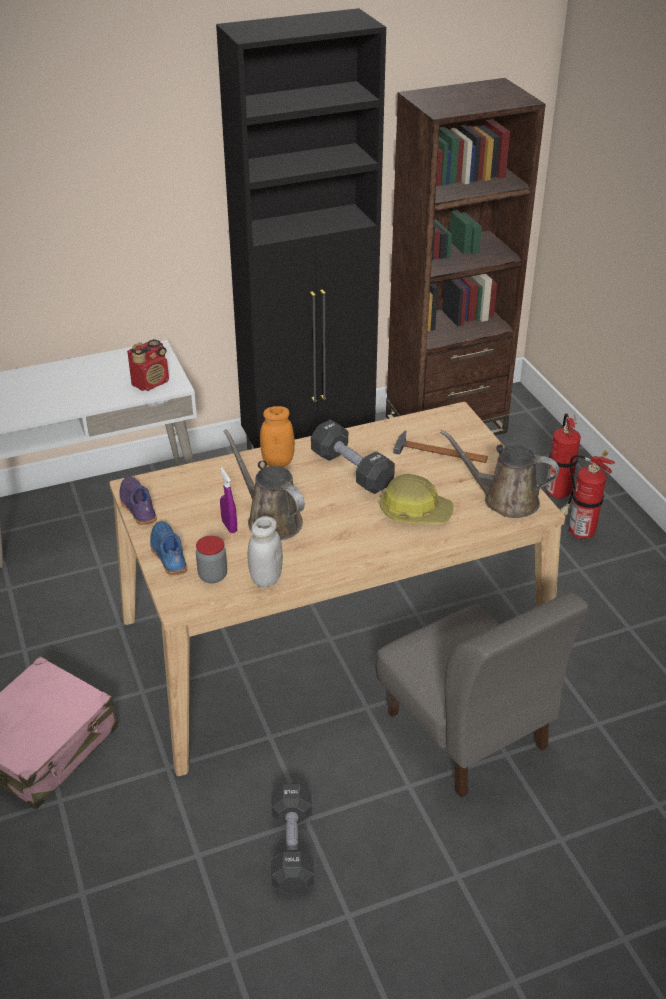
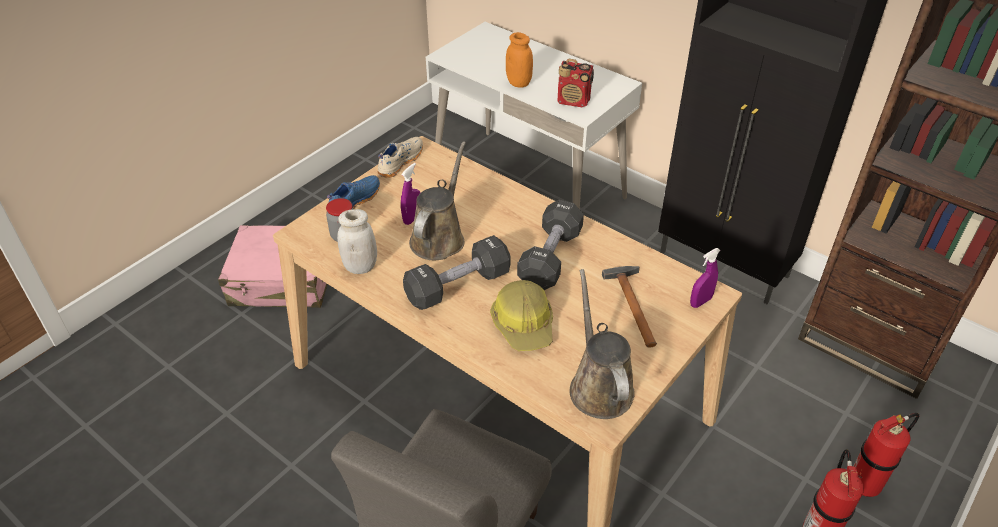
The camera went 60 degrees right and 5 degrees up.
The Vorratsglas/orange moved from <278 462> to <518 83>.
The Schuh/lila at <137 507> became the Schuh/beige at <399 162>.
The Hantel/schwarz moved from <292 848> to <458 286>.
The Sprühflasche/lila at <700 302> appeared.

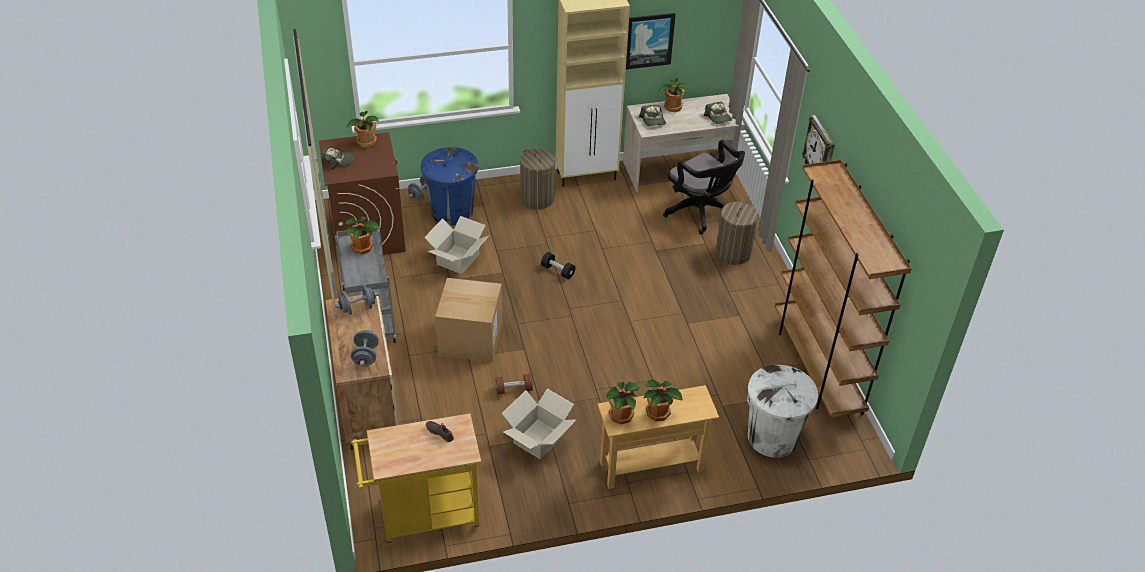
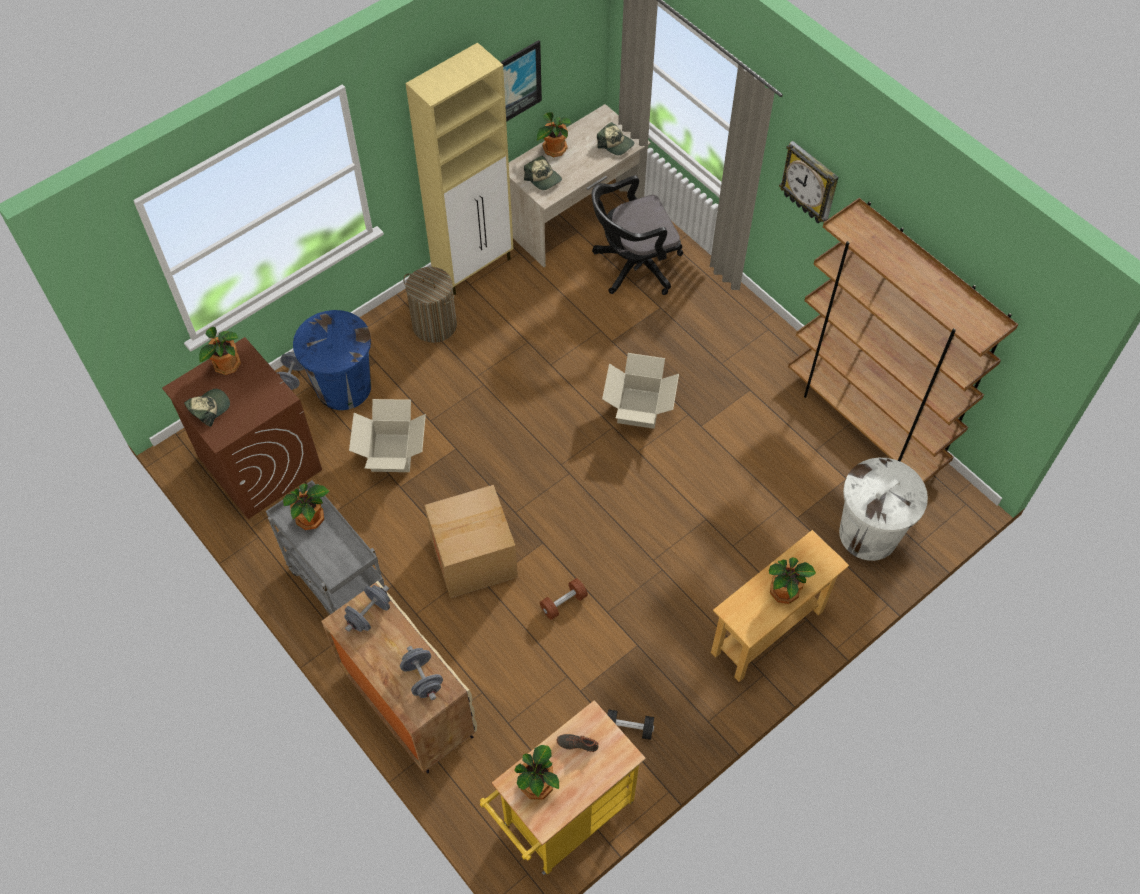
The camera went 25 degrees left and 15 degrees up.
The Bürostuhl/schwarz at <701 212> turned 135 degrees clockwise.
The Wäschekorb at <733 253> disappeared.
The Hantel/schwarz moved from <558 271> to <629 728>.
The Topfpflanze moved from <622 416> to <538 784>.
The Karton moved from <539 439> to <639 408>.

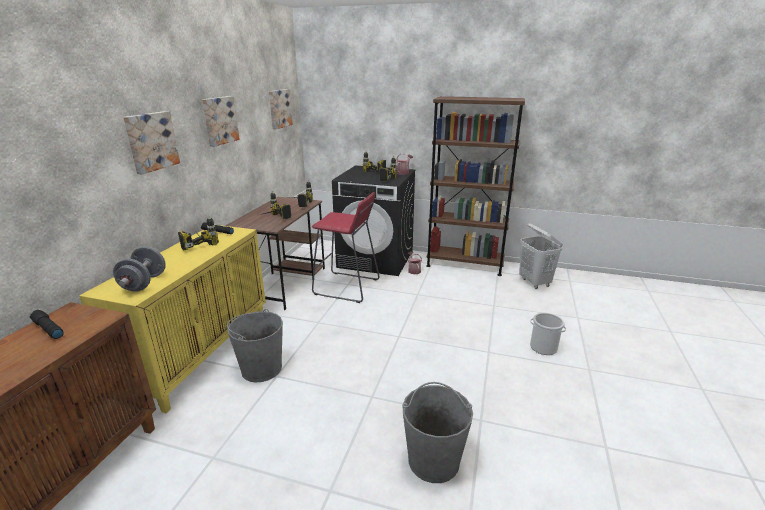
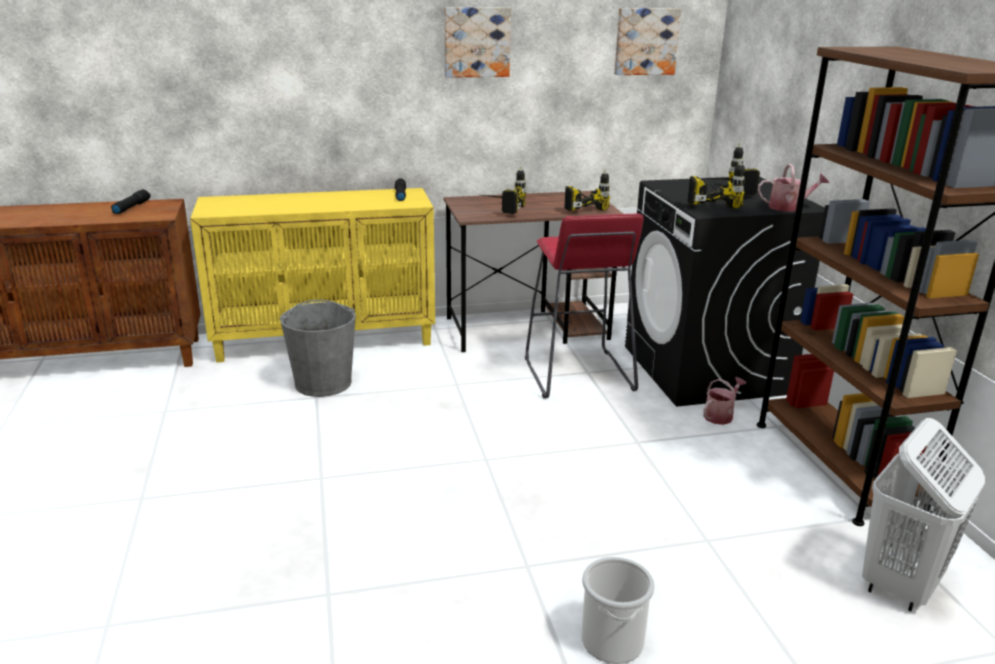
The camera went 60 degrees right and 0 degrees up.
The Bild at <151 141> disappeared.
The Bohrmaschine at <198 243> disappeared.
The Hantel/grau at <144 283> disappeared.
The Eimer/grau at <433 459> disappeared.

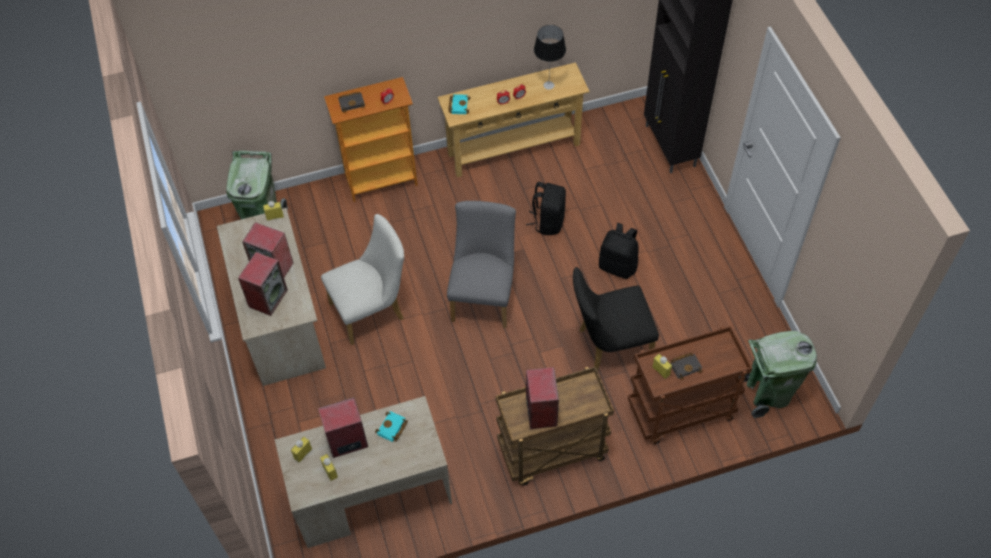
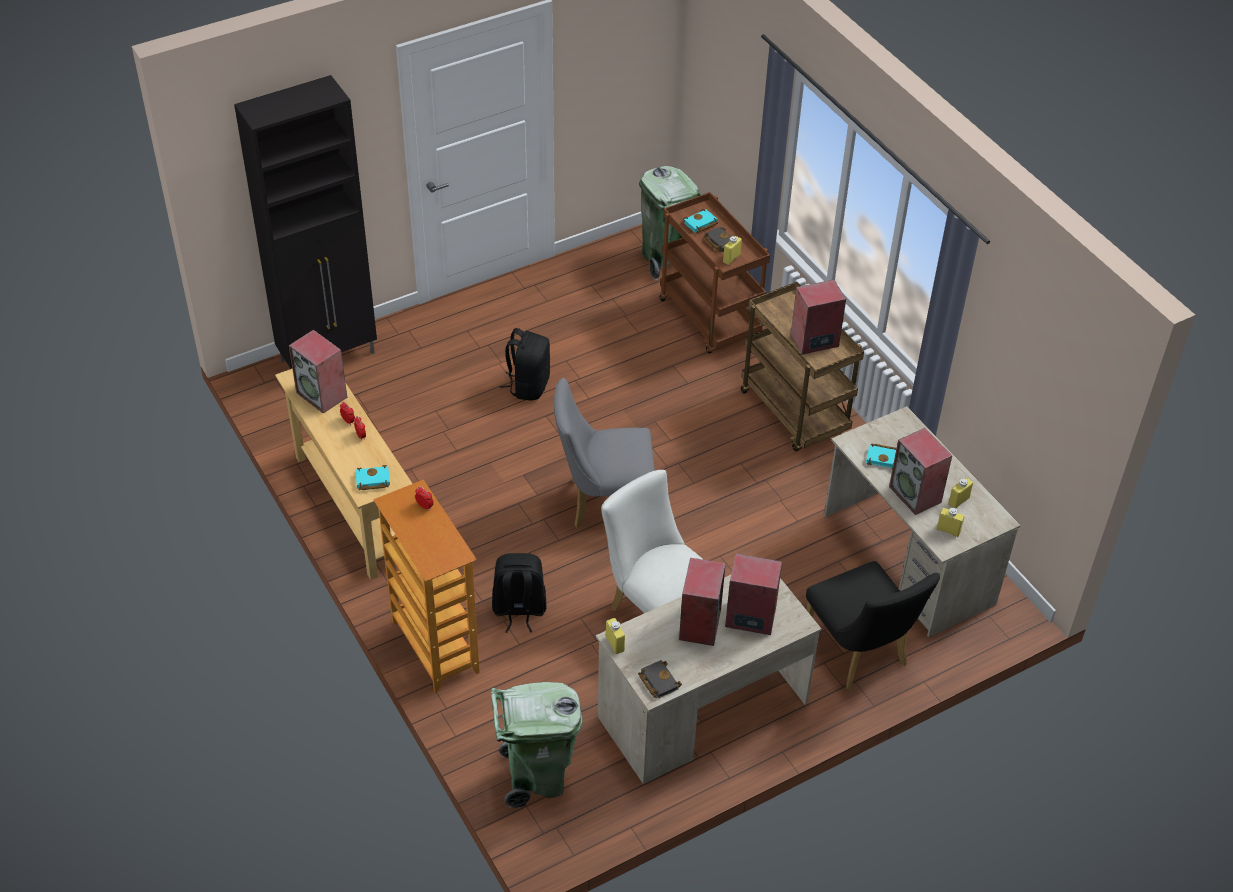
The camera went 105 degrees left and 10 degrees down.
The Tischlampe at <548 85> was replaced by the Lautsprecher at <322 395>.
The Buch/schwarz moved from <352 102> to <657 681>.
The Rucksack/schwarz moved from <548 221> to <518 610>.
The Stuhl/schwarz moved from <609 345> to <859 654>.
The Buch/türkis at <700 224> appeared.

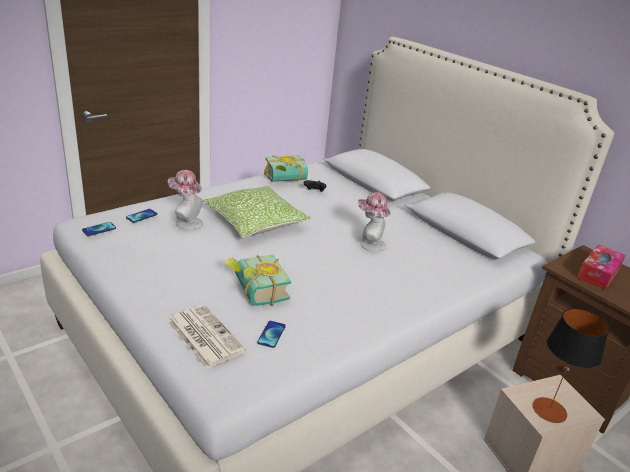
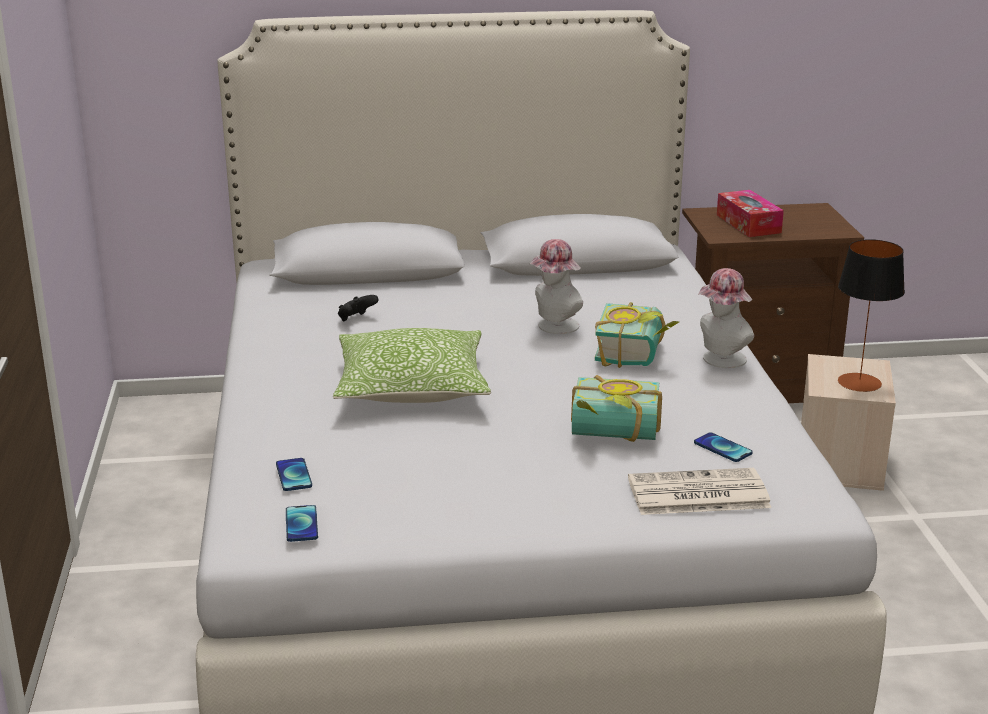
The camera went 55 degrees left and 5 degrees down.
The Buch moved from <286 180> to <637 354>.
The Hut moved from <186 223> to <720 360>.

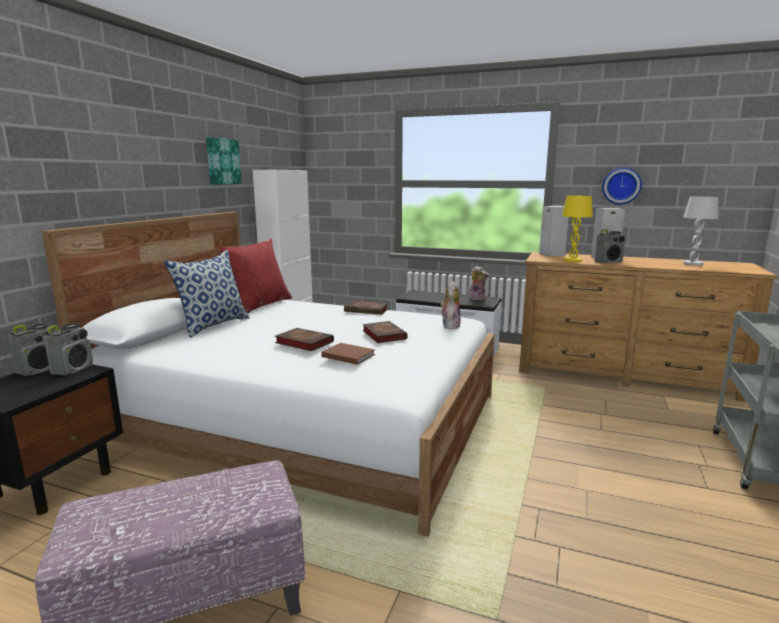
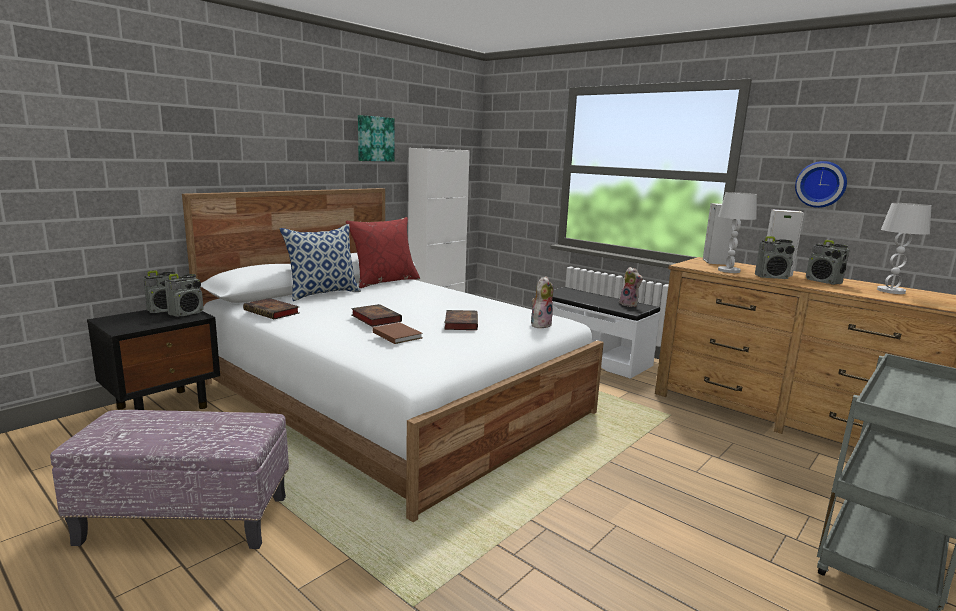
The camera went 20 degrees right and 0 degrees up.
The Tischlampe/gelb at <573 260> became the Tischlampe/weiß at <729 271>.
The Buch moved from <367 310> to <273 312>.
The Radio at <823 282> appeared.

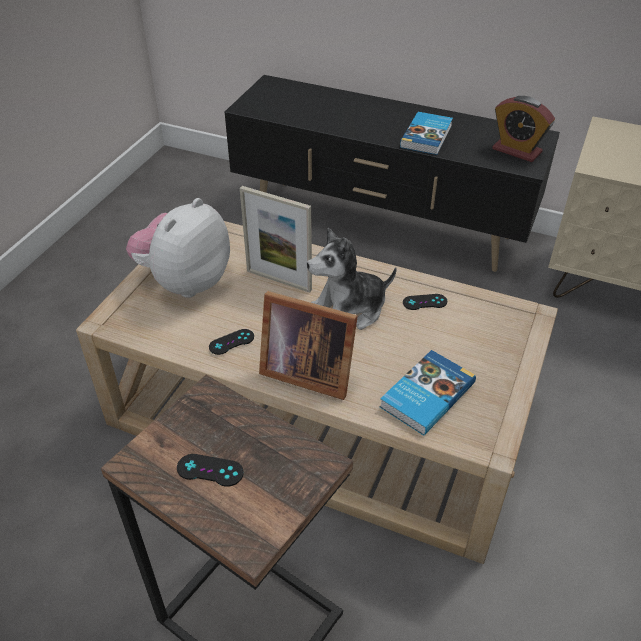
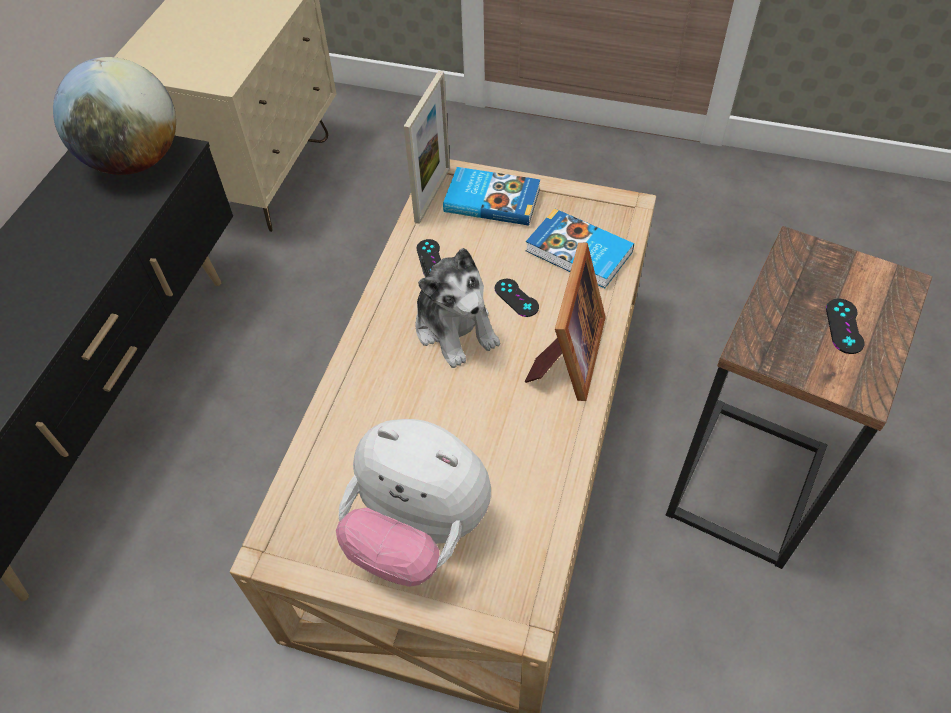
The camera went 95 degrees left and 10 degrees up.
The Wecker at <516 151> was replaced by the Globus at <135 160>.
The Buch moved from <427 136> to <491 199>.
The Bilderrahmen moved from <279 280> to <432 195>.
The Gamepad/schwarz moved from <231 342> to <516 298>.

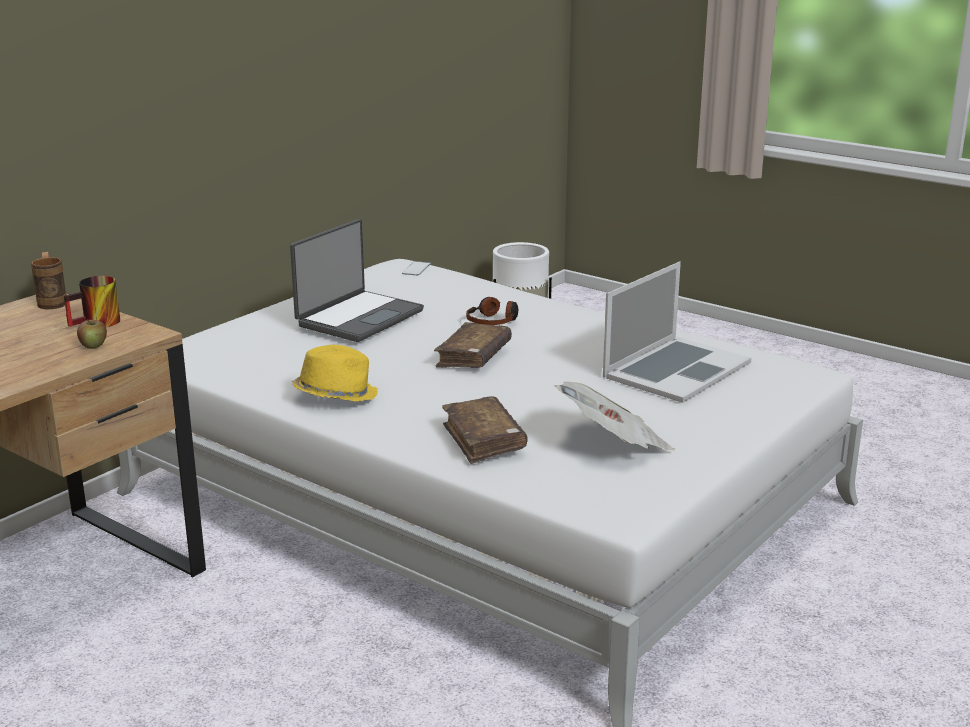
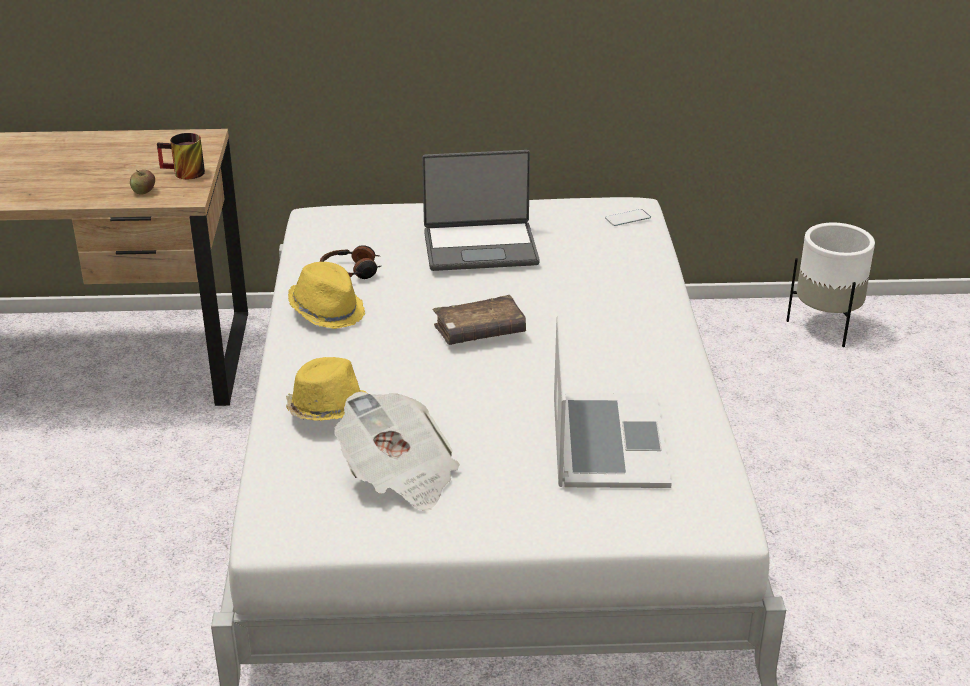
The camera went 50 degrees right and 10 degrees up.
The Henkelbecher/braun at <52 302> disappeared.
The Laptop at <676 369> turned 90 degrees counterclockwise.
The Kopfhörer moved from <493 321> to <351 272>.
The Buch/braun at <483 440> was replaced by the Hut/gelb at <327 410>.

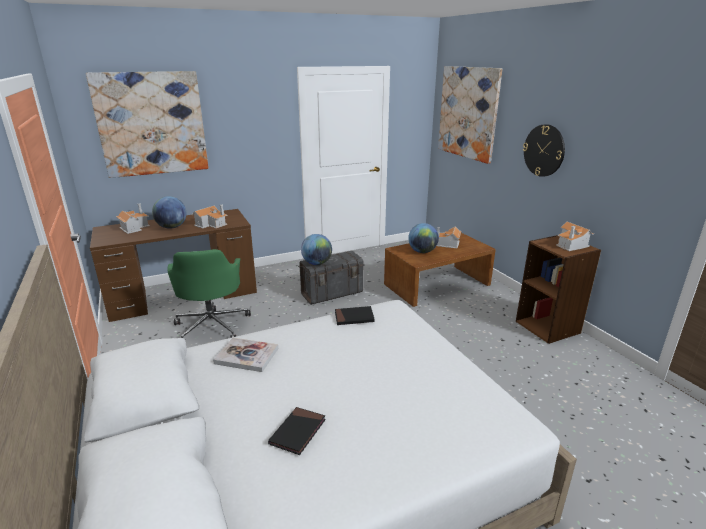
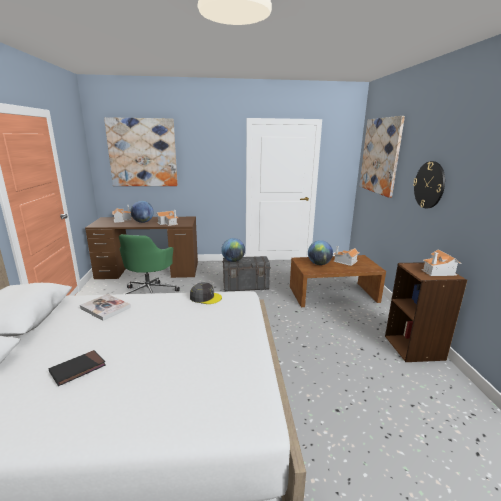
The camera went 20 degrees right and 5 degrees down.
The Buch/schwarz at <354 317> was replaced by the Kappe/grau at <205 297>.

